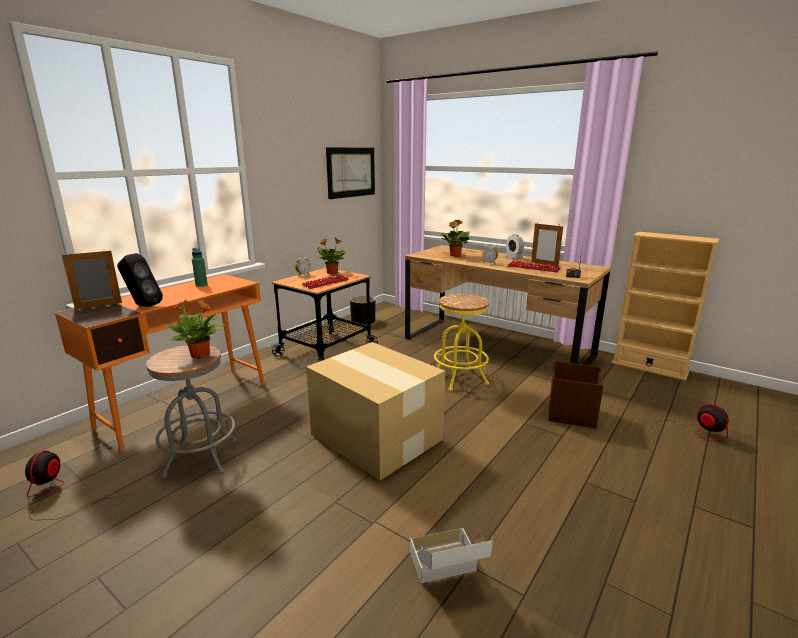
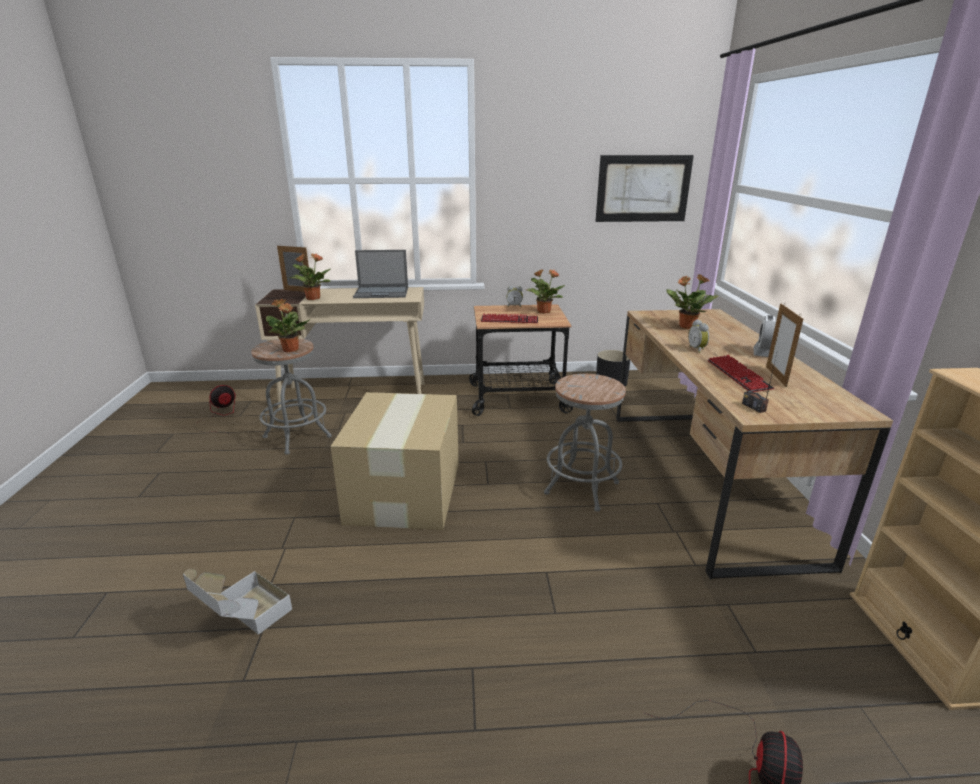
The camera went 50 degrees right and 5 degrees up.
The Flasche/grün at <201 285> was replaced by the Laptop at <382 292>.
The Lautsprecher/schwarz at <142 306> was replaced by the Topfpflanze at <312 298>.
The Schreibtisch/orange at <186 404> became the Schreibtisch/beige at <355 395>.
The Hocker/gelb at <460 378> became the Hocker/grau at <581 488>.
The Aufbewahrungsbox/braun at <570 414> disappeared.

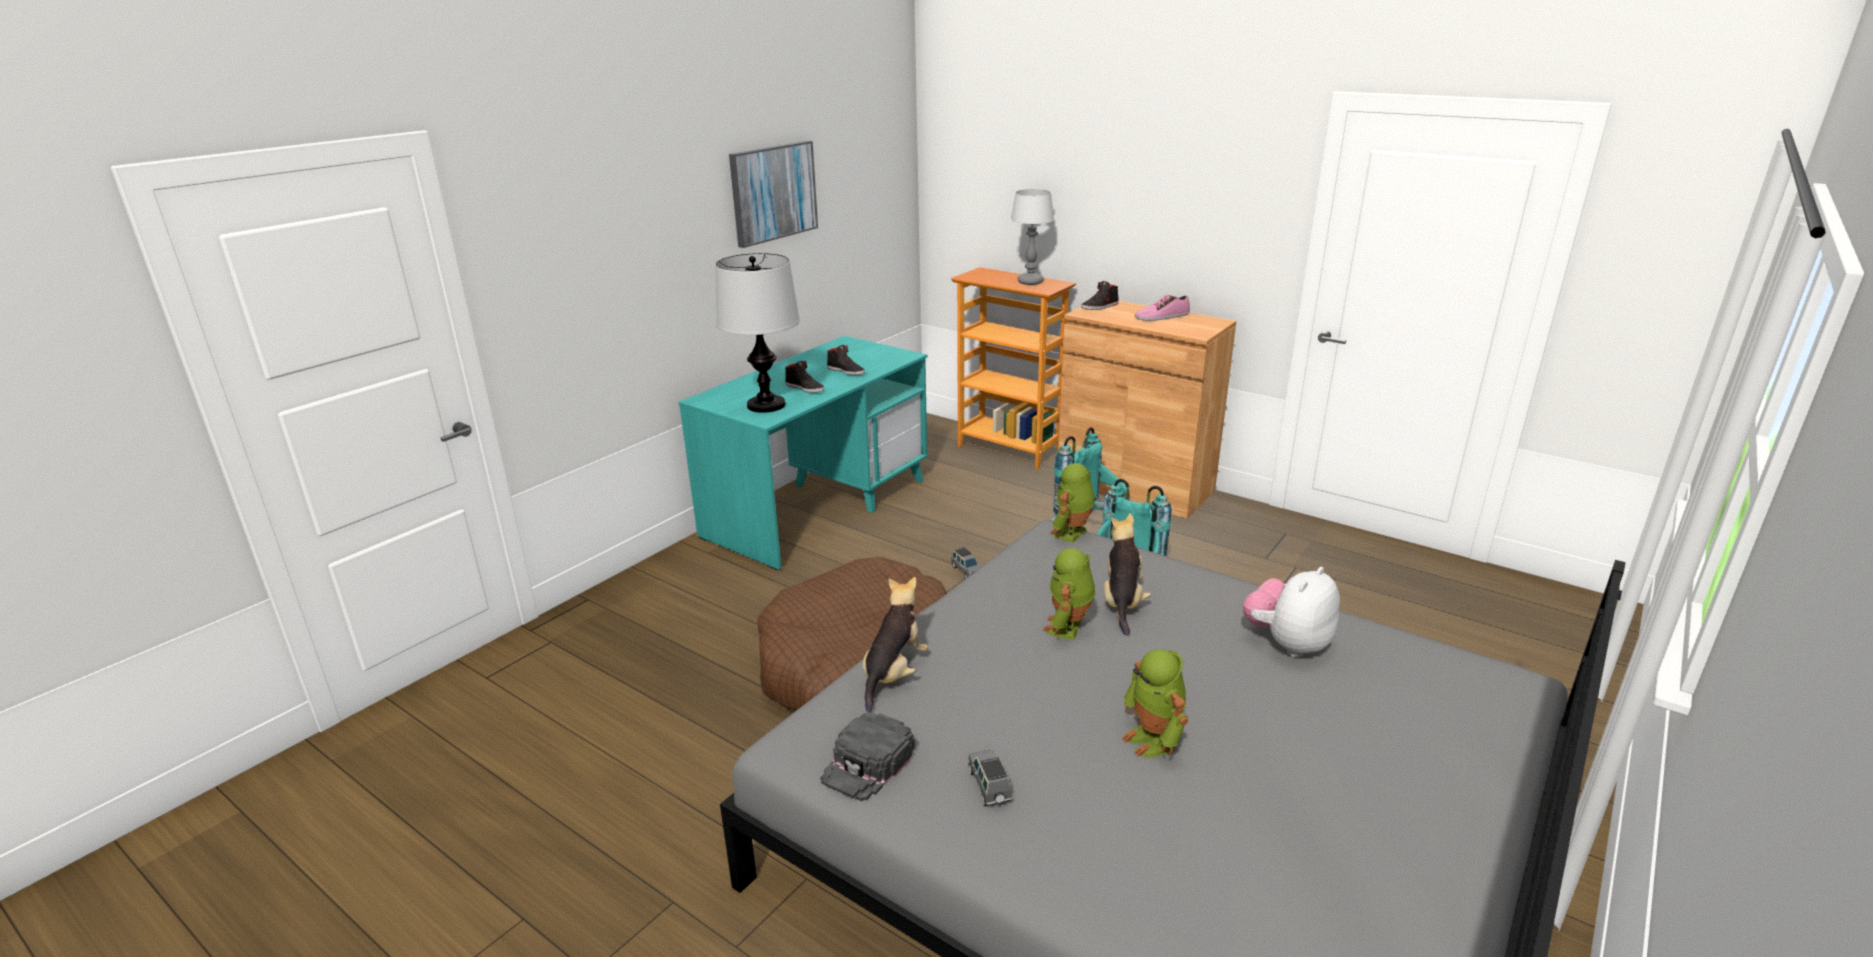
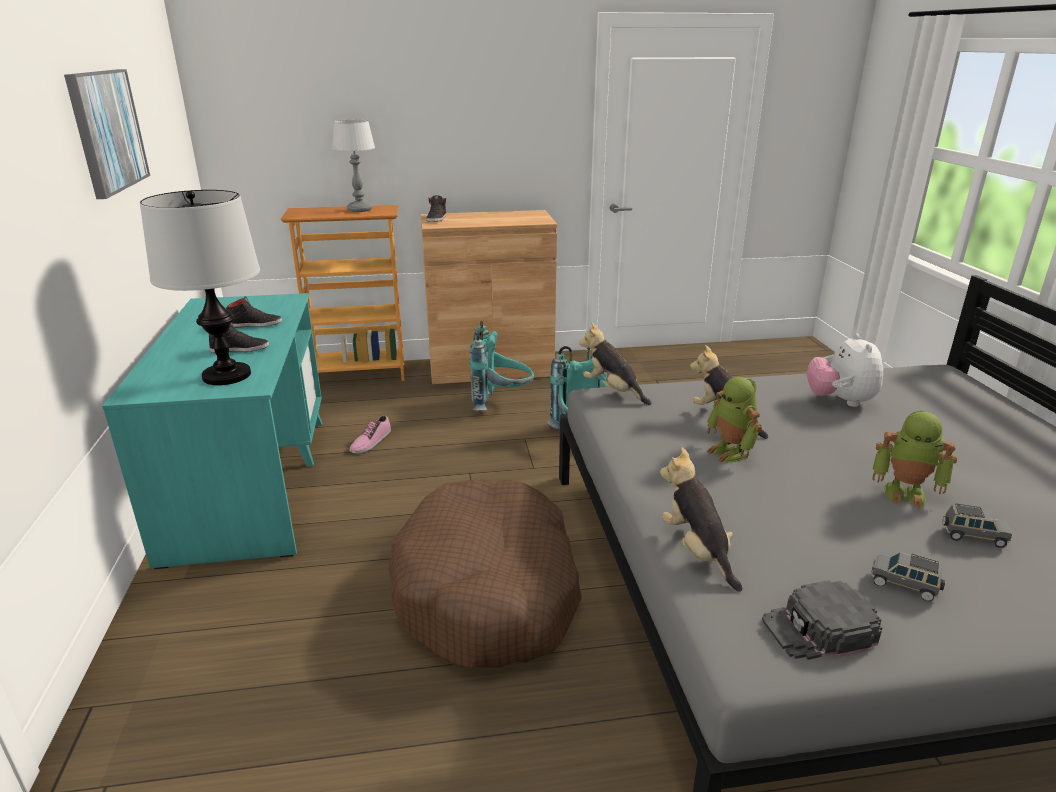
The camera went 45 degrees left and 0 degrees up.
The Schuh moved from <1161 316> to <371 441>.
The Spielzeugroboter at <1072 534> was replaced by the Plüschtier at <613 391>.
The Spielzeugauto/grau moved from <966 571> to <972 536>.
The Kappe/schwarz at <868 764> turned 90 degrees clockwise.

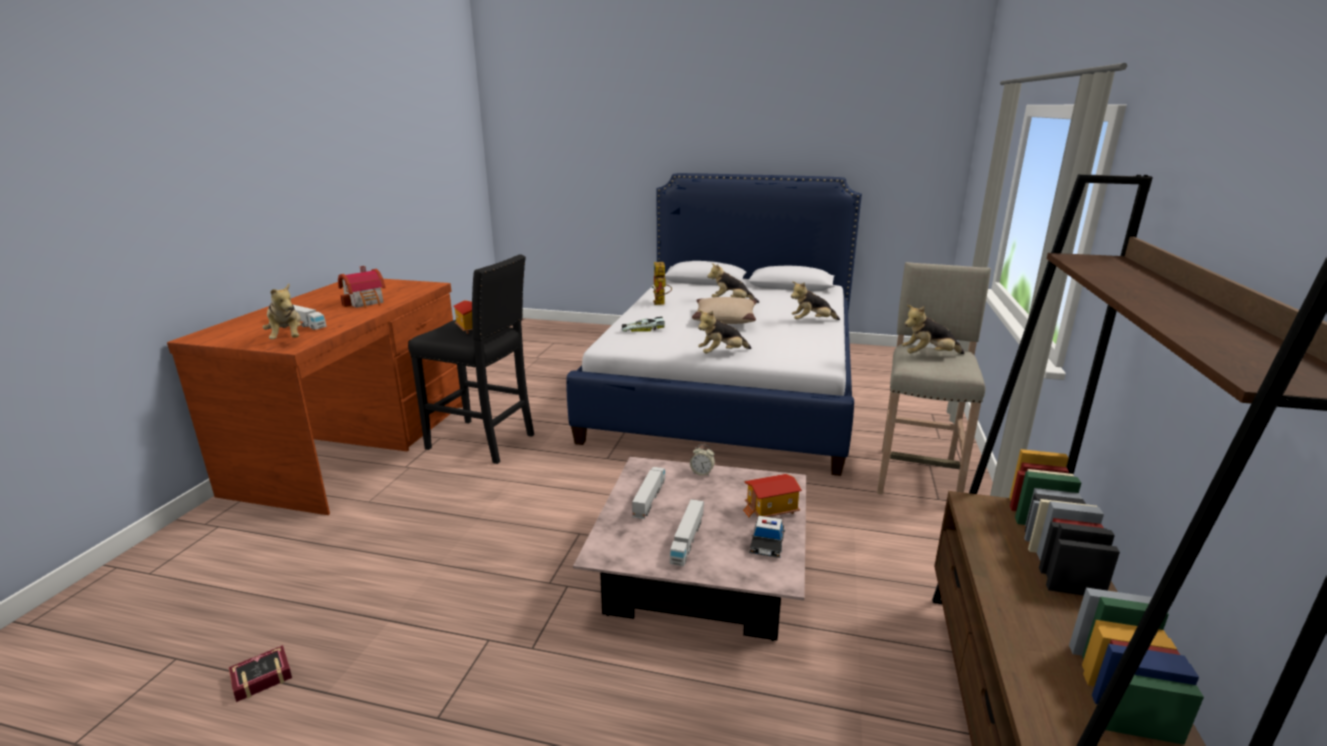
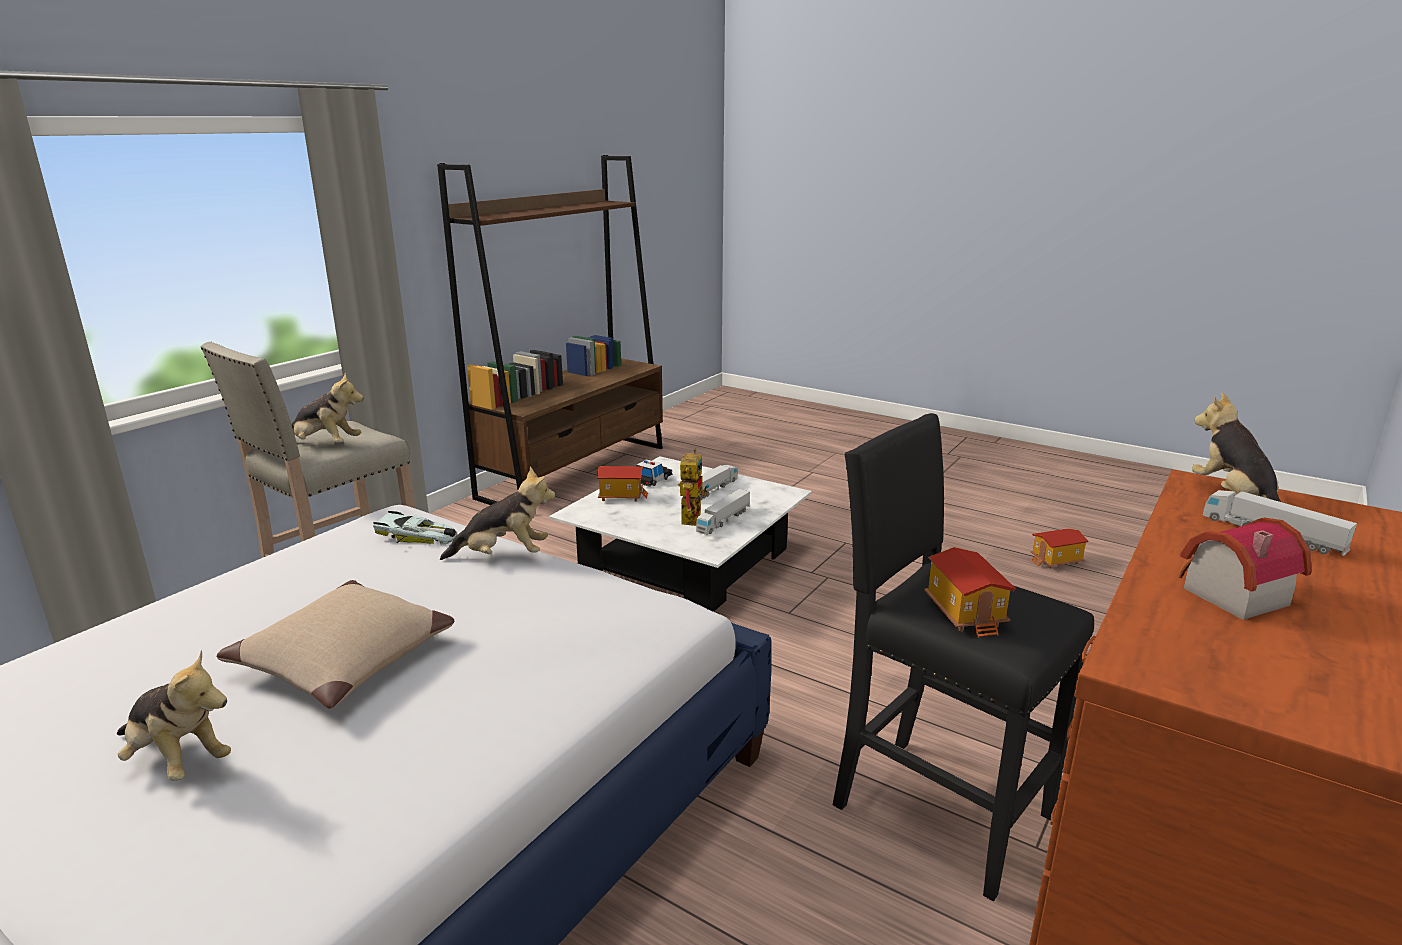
The camera went 160 degrees left and 0 degrees up.
The Spielzeugroboter moved from <661 303> to <691 517>.
The Plüschtier at <812 322> disappeared.
The Spielzeugauto moved from <643 328> to <417 536>.
The Wecker at <702 473> disappeared.
The Couchtisch/rosa at <702 571> became the Couchtisch/weiß at <683 561>.
The Buch at <259 677> was replaced by the Spielzeughaus at <1056 561>.

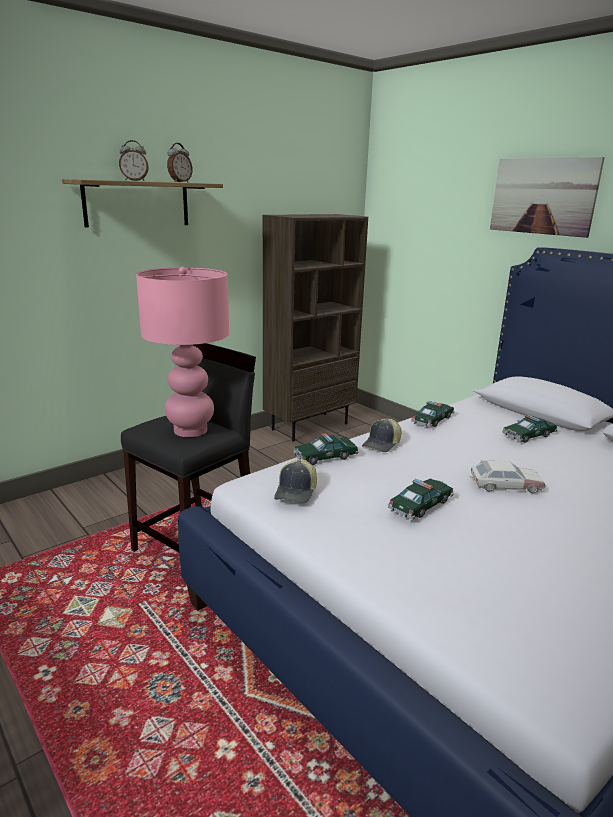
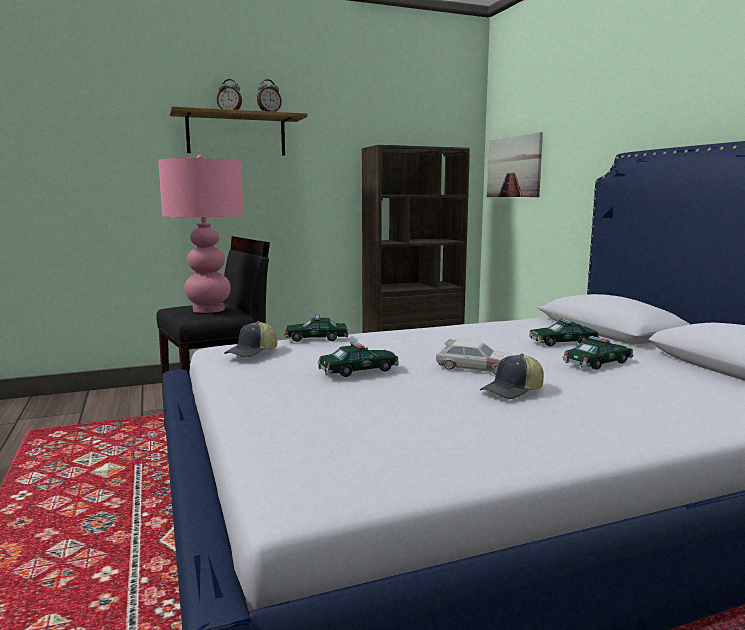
The camera went 20 degrees right and 10 degrees down.
The Bild moved from <543 196> to <513 167>.
The Spielzeugauto moved from <432 420> to <597 363>.
The Kappe moved from <382 444> to <513 391>.

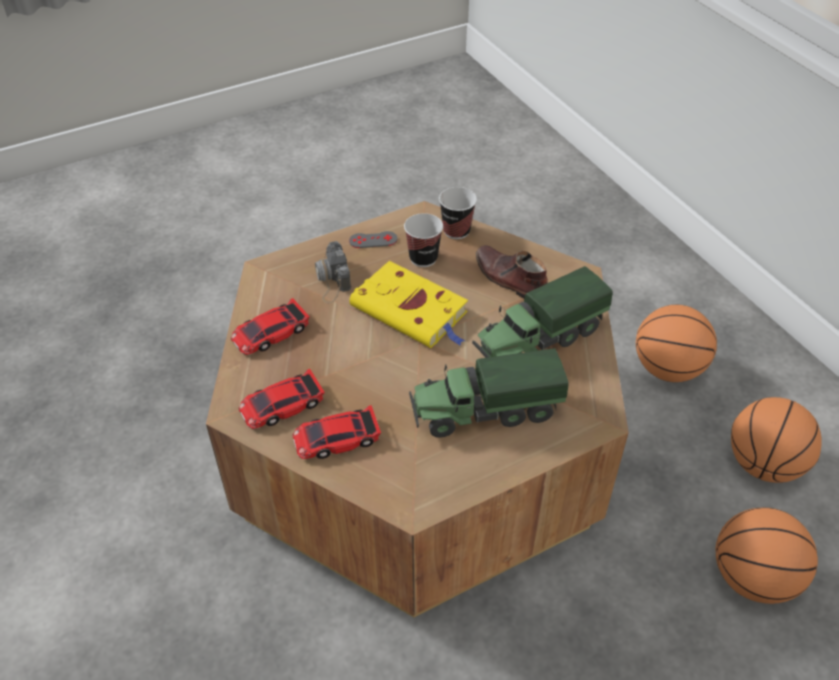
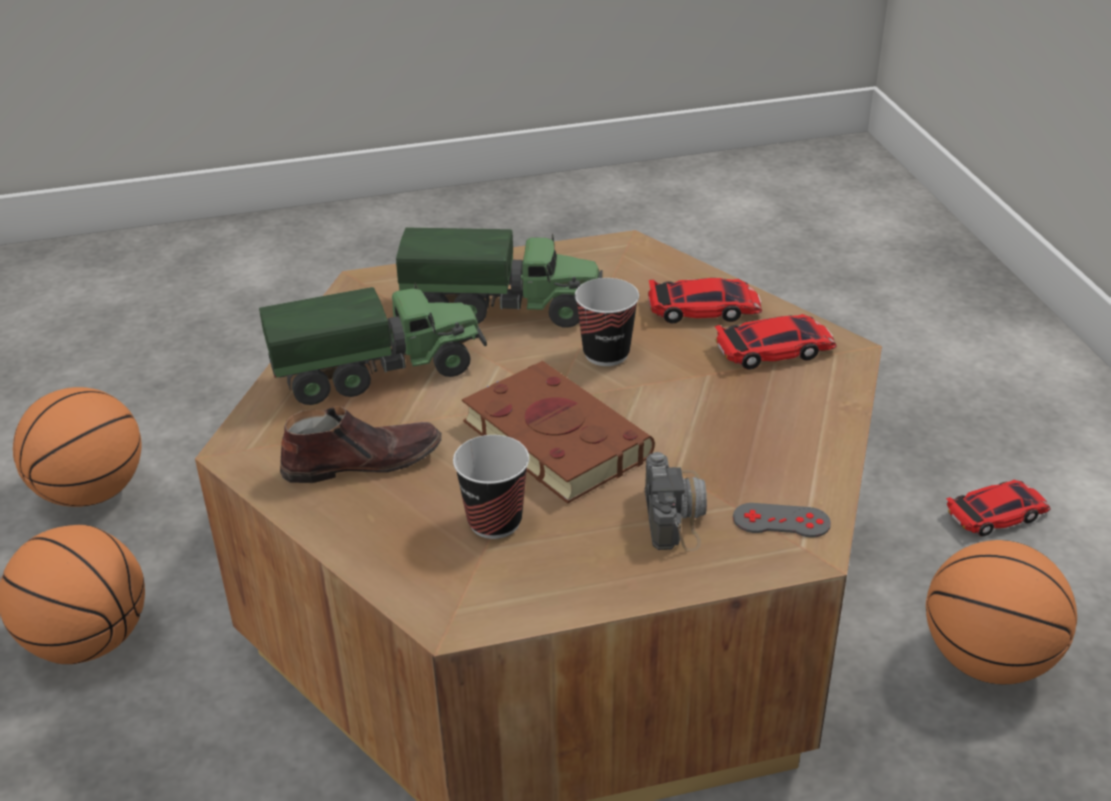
The camera went 165 degrees left and 10 degrees down.
The Tasse moved from <456 231> to <606 354>.
The Gamepad/grau moved from <373 240> to <781 521>.
The Schuh/braun at <509 279> turned 75 degrees counterclockwise.
The Buch/gelb at <412 311> became the Buch/braun at <551 437>.
The Spielzeugauto moved from <271 333> to <996 513>.
The Basketball moved from <752 578> to <987 660>.

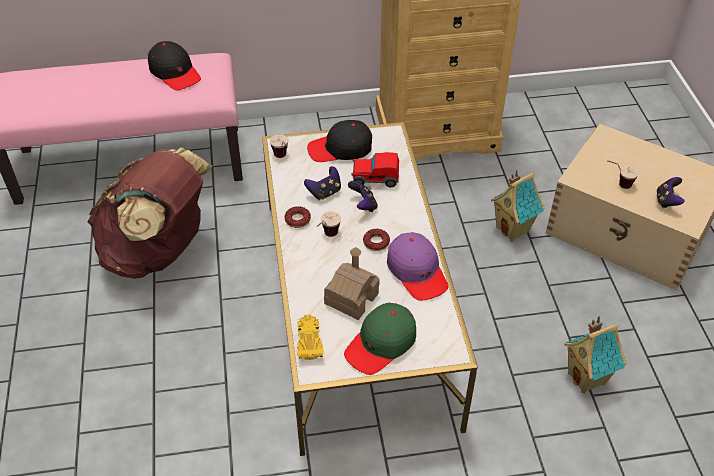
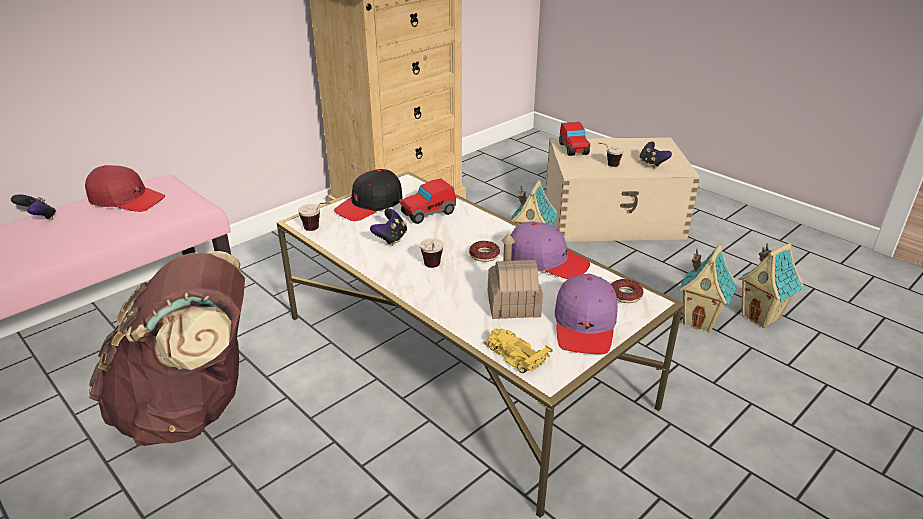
The camera went 35 degrees left and 15 degrees down.
The Kappe/schwarz at <175 72> became the Kappe/rot at <126 199>.
The Gamepad moved from <363 205> to <39 218>.
The Donut moved from <297 220> to <625 295>.
The Kappe/grün at <381 344> became the Kappe/lila at <585 325>.
The Spielzeugauto at <573 149> appeared.
The Spielzeughaus at <761 317> appeared.

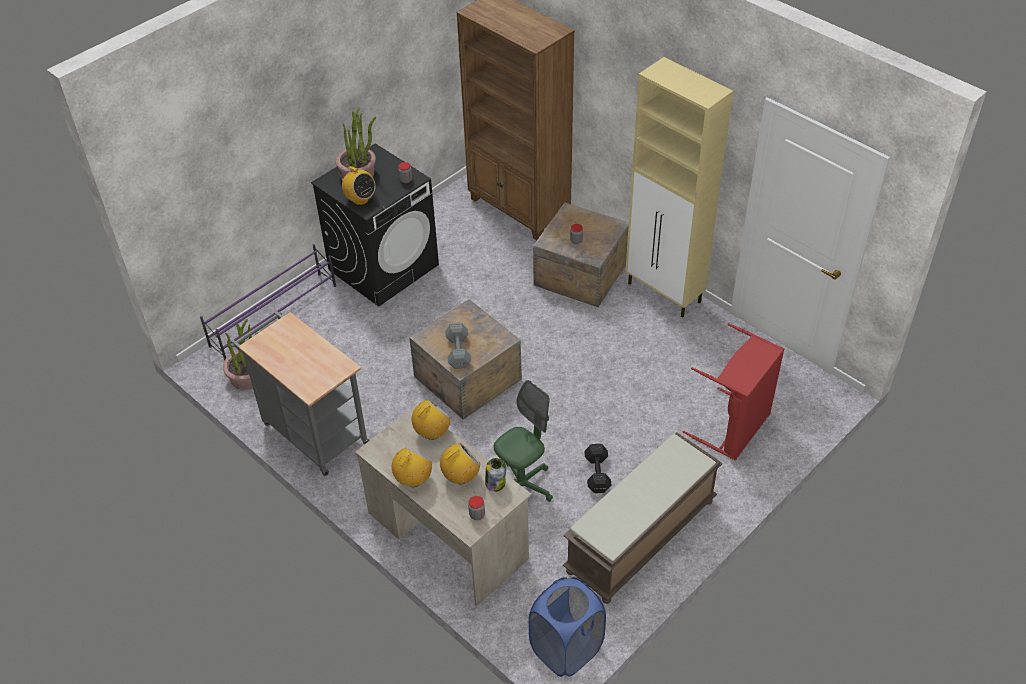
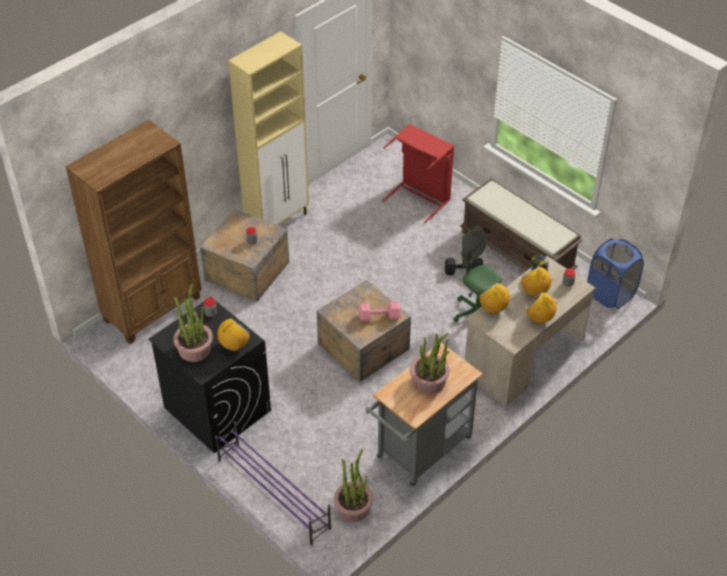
The camera went 90 degrees left and 0 degrees up.
The Hantel/grau at <458 351> became the Hantel/rosa at <378 317>.
The Topfpflanze at <429 381> appeared.

